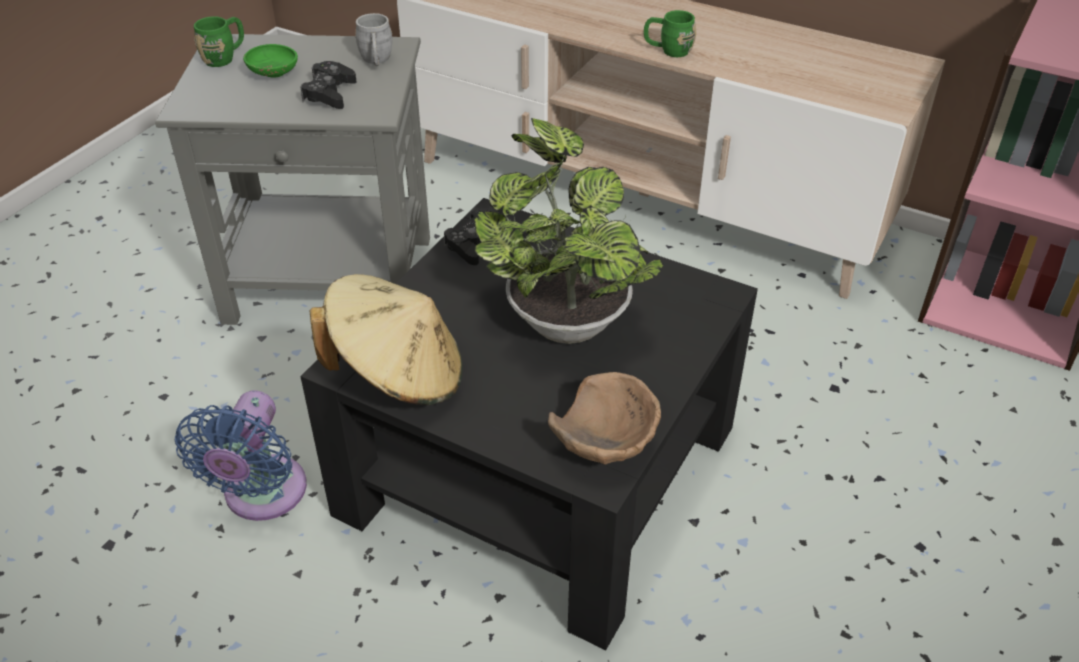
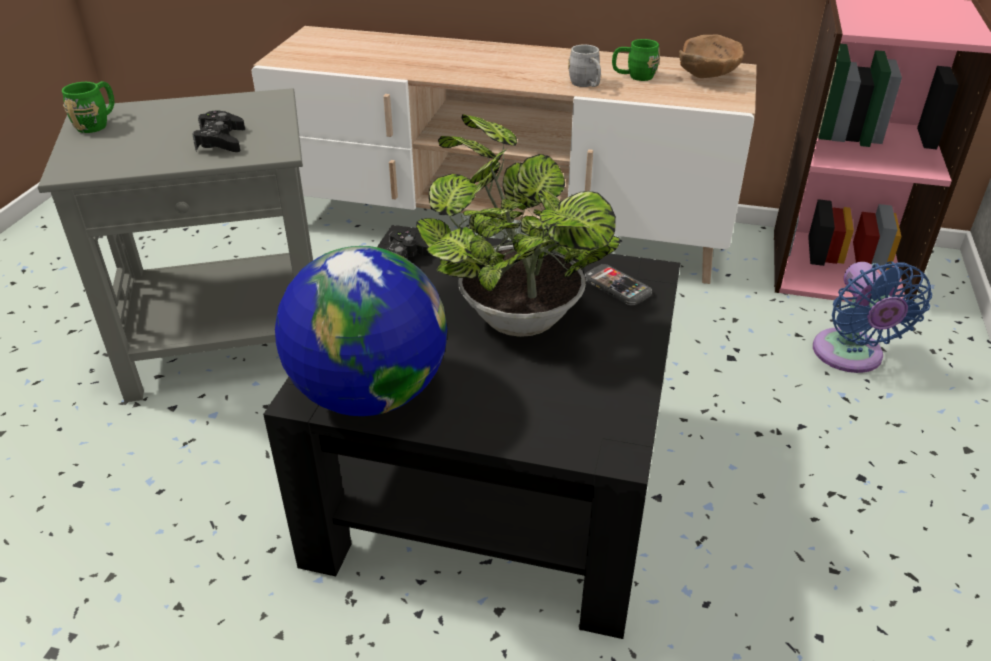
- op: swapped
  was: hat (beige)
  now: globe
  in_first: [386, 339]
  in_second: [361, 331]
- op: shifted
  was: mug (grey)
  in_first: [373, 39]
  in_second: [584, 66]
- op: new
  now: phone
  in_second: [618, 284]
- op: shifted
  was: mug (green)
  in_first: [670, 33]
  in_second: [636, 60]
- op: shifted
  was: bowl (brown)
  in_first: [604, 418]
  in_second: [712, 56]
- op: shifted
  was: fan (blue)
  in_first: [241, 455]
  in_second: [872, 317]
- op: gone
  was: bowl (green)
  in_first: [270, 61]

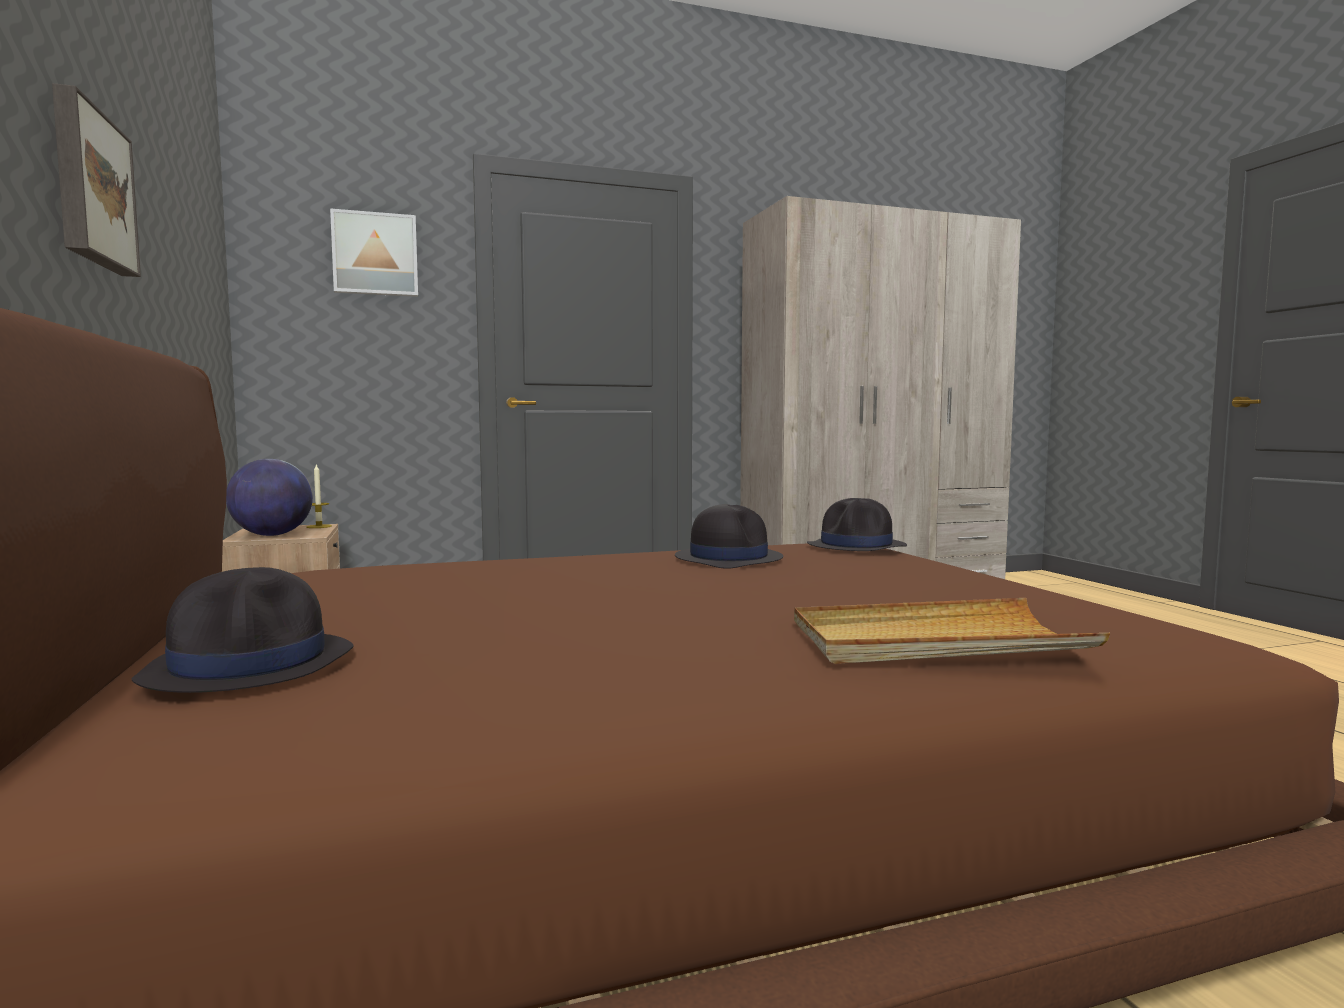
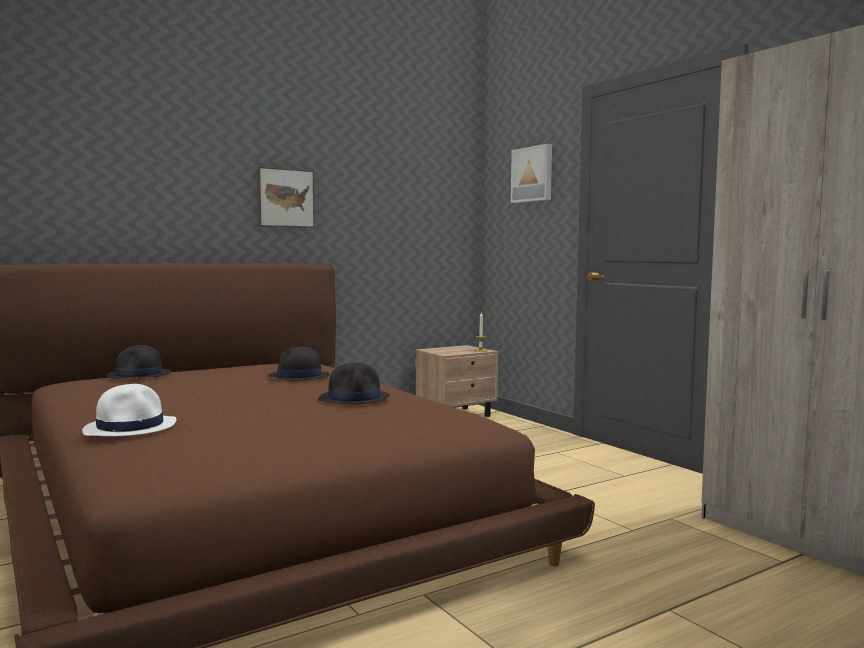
- op: swapped
  was: tray (beige)
  now: hat (white)
  in_first: [952, 631]
  in_second: [129, 410]
- op: shifted
  was: hat (black)
  in_first: [857, 524]
  in_second: [299, 363]
- op: gone
  was: globe
  in_first: [269, 497]

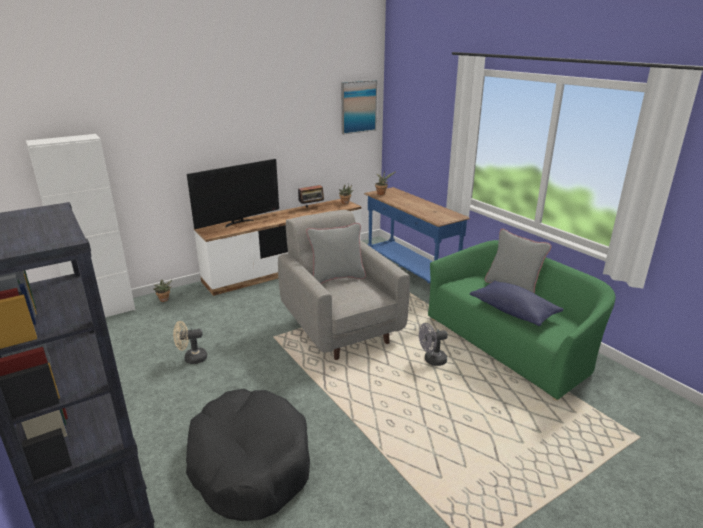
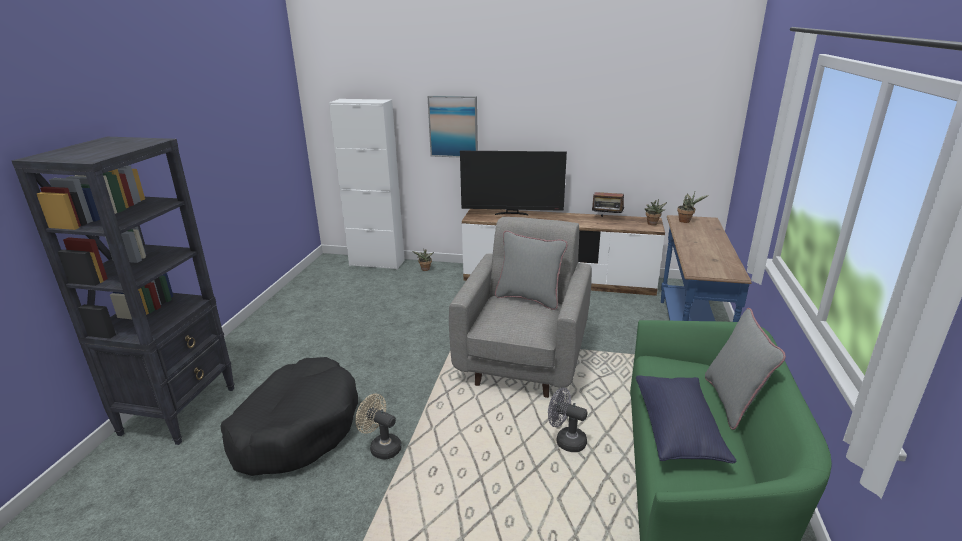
- op: shifted
  was: fan (beige)
  in_first: [190, 342]
  in_second: [378, 426]
- op: shifted
  was: picture
  in_first: [359, 107]
  in_second: [453, 127]

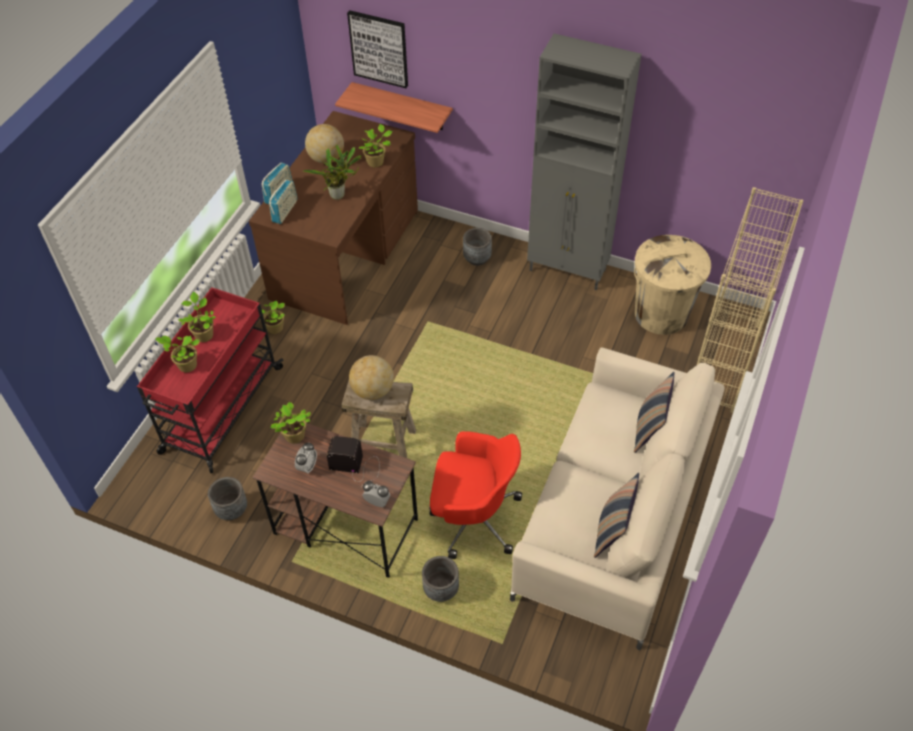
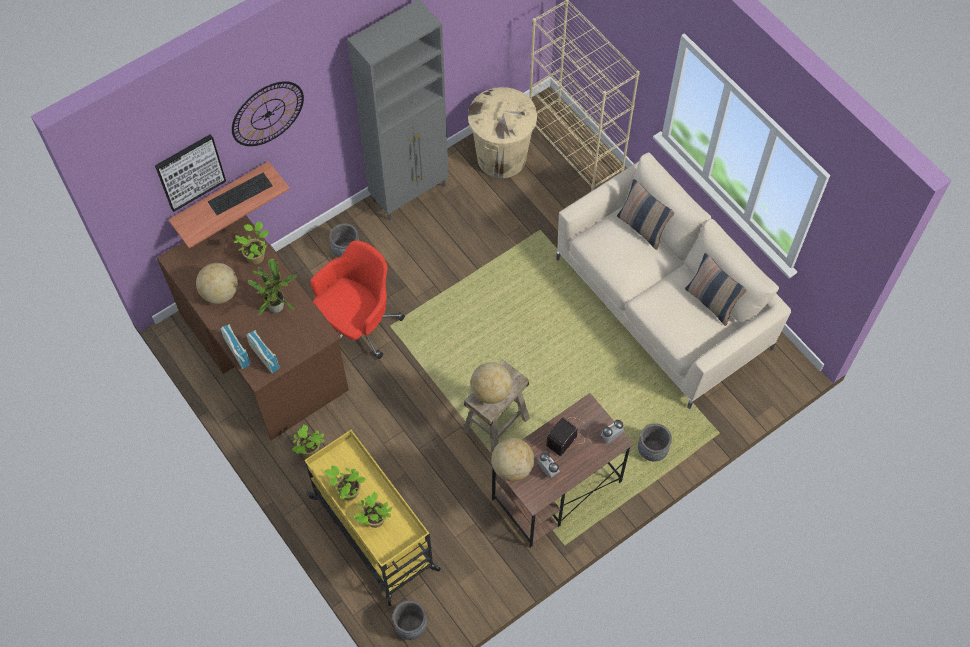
- op: new
  now: keyboard
  in_second: [240, 194]
- op: new
  now: wall clock
  in_second: [268, 113]
- op: repainted
  was: cart (red)
  now: cart (yellow)
  in_first: [210, 380]
  in_second: [372, 518]
- op: shifted
  was: office chair (red)
  in_first: [475, 495]
  in_second: [357, 300]
- op: shifted
  was: planter (grey)
  in_first: [227, 498]
  in_second: [410, 620]
- op: swapped
  was: potted plant
  now: globe
  in_first: [290, 422]
  in_second: [513, 459]

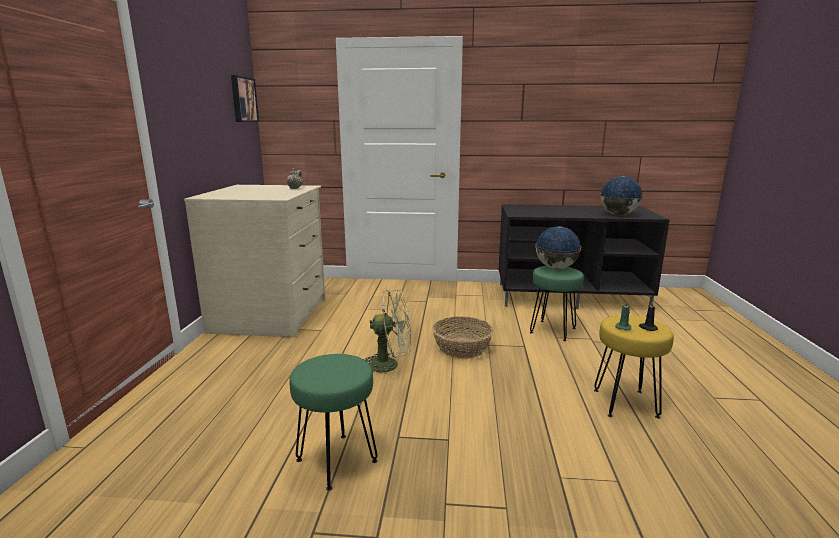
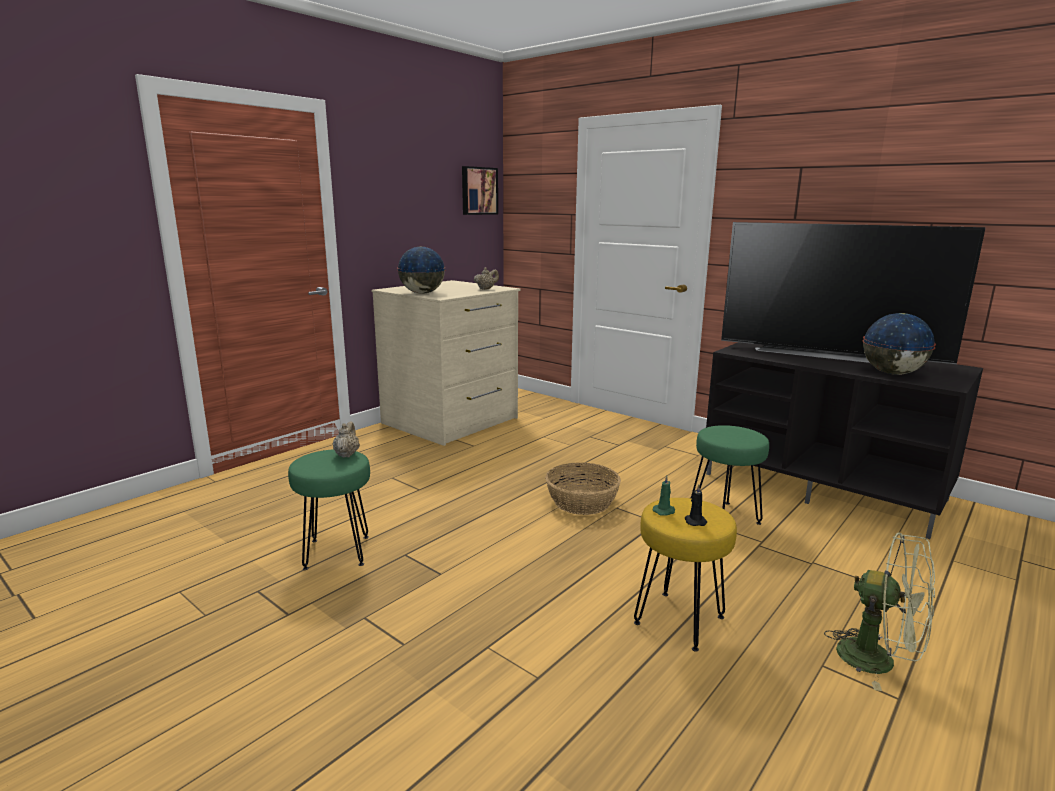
- op: new
  now: teapot (beige)
  in_second: [346, 439]
- op: shifted
  was: globe
  in_first: [558, 247]
  in_second: [421, 270]
- op: new
  now: television
  in_second: [853, 293]
- op: shifted
  was: fan (green)
  in_first: [388, 334]
  in_second: [879, 611]

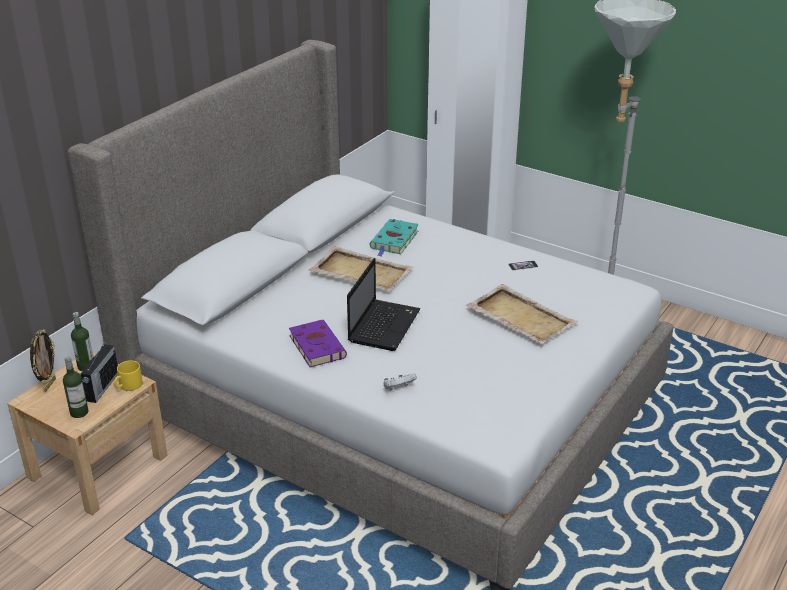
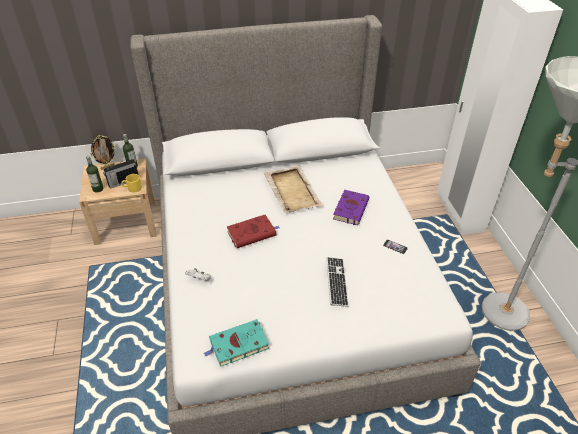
- op: shifted
  was: book (turquoise)
  in_first: [394, 238]
  in_second: [236, 343]
- op: swapped
  was: laptop
  now: book (red)
  in_first: [383, 304]
  in_second: [253, 231]
- op: swapped
  was: tray (beige)
  now: keyboard
  in_first: [522, 314]
  in_second: [337, 282]
- op: shifted
  was: book (purple)
  in_first: [318, 343]
  in_second: [351, 207]

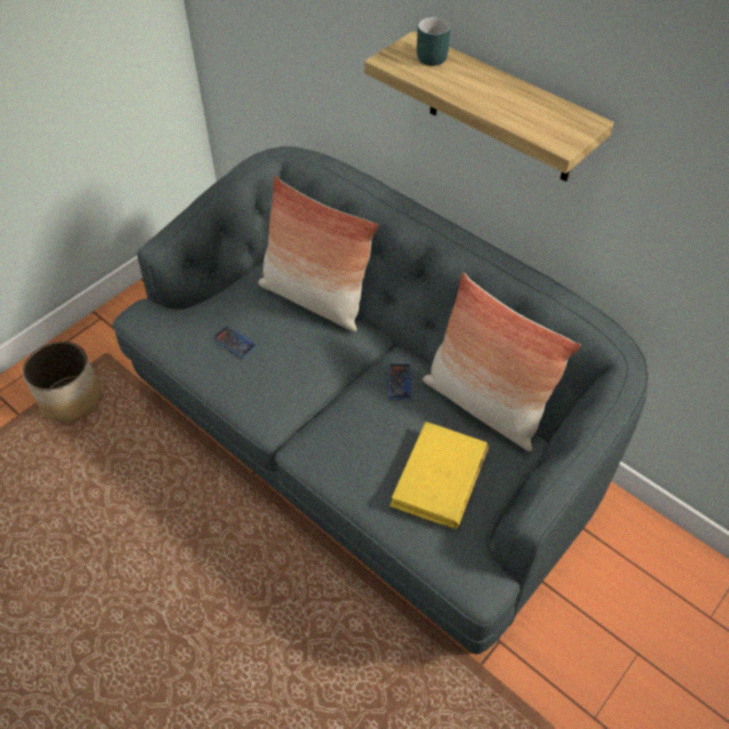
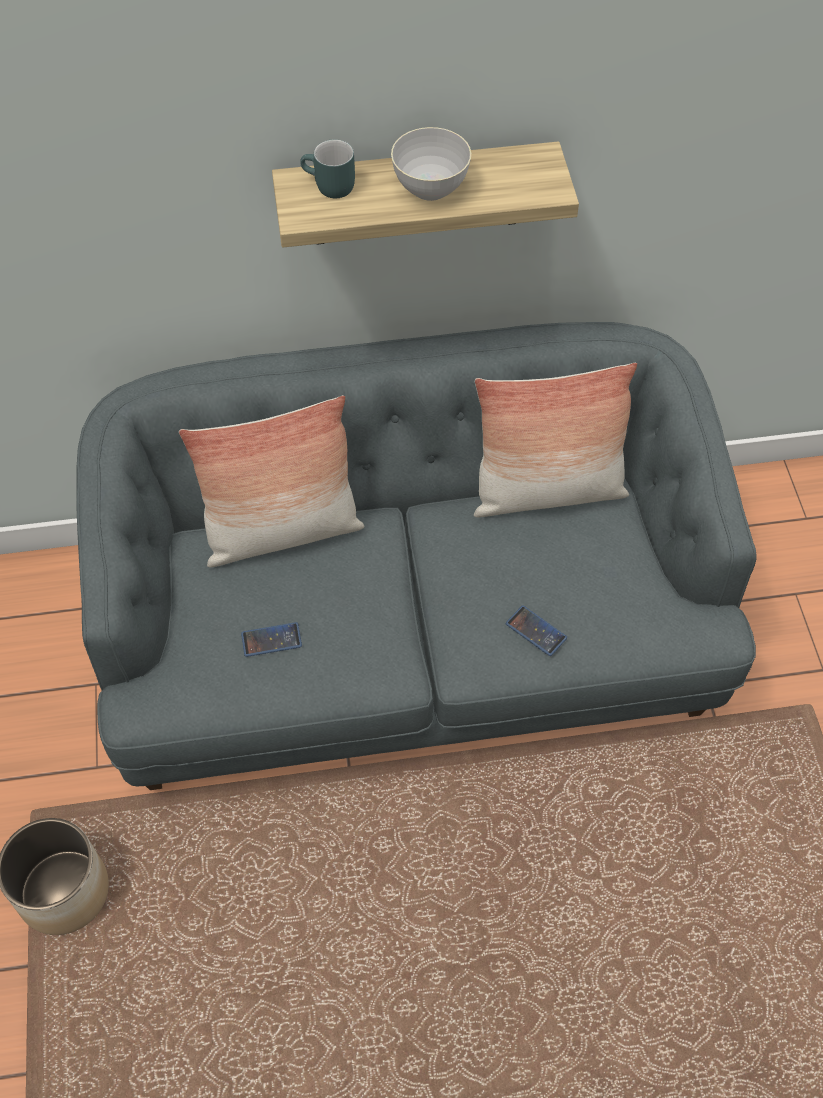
- op: new
  now: bowl (grey)
  in_second: [431, 164]
- op: shifted
  was: phone
  in_first: [400, 382]
  in_second: [536, 630]
- op: gone
  was: book (yellow)
  in_first: [439, 475]

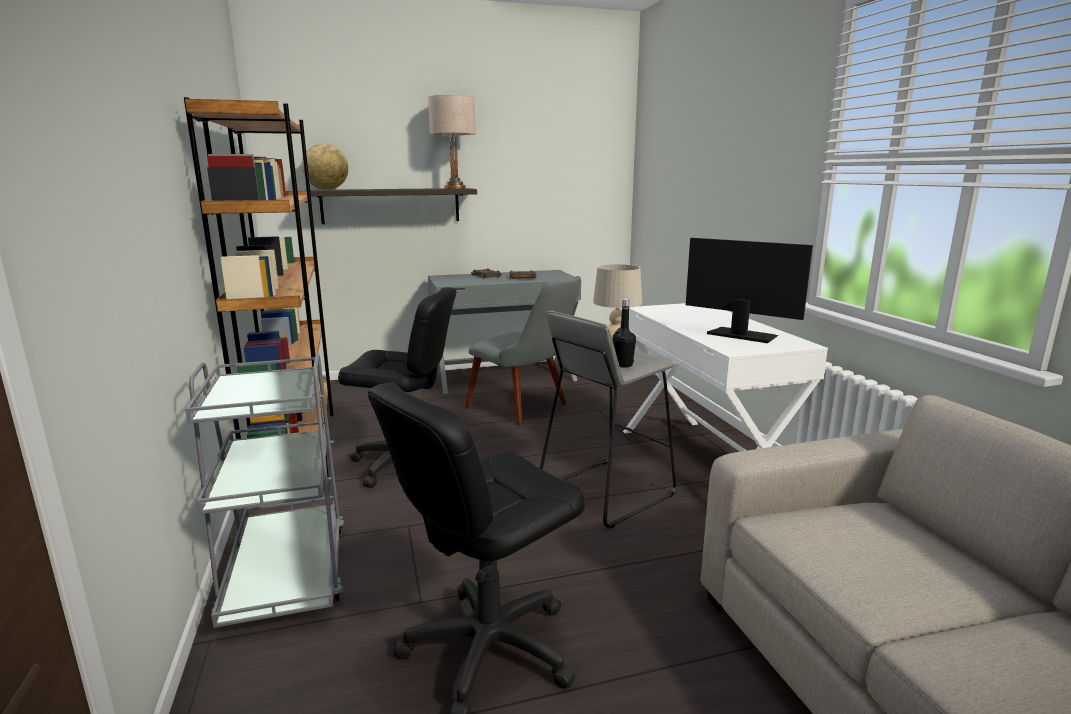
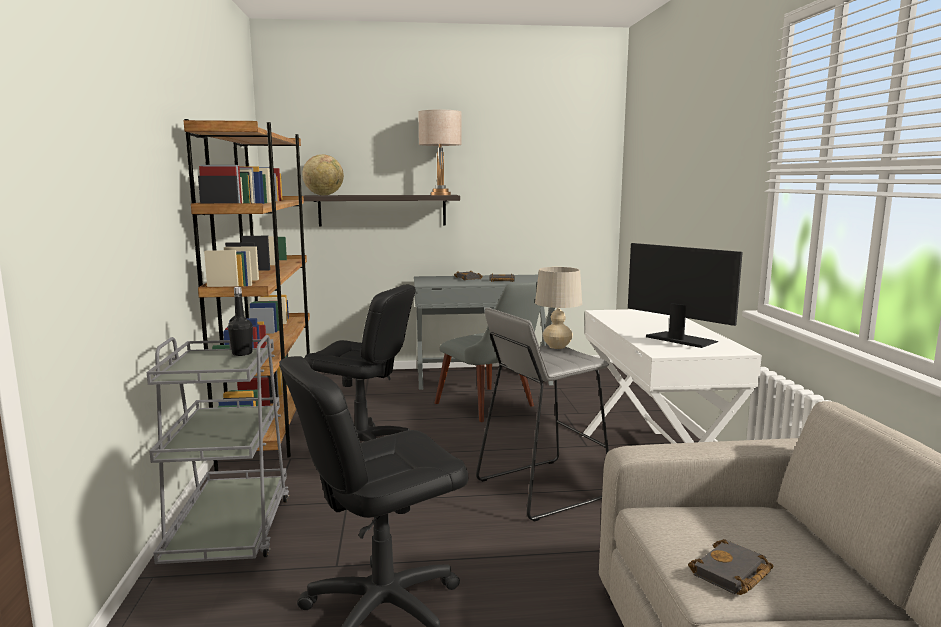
- op: shifted
  was: bottle (black)
  in_first: [624, 333]
  in_second: [240, 321]
- op: new
  now: book (black)
  in_second: [730, 567]

